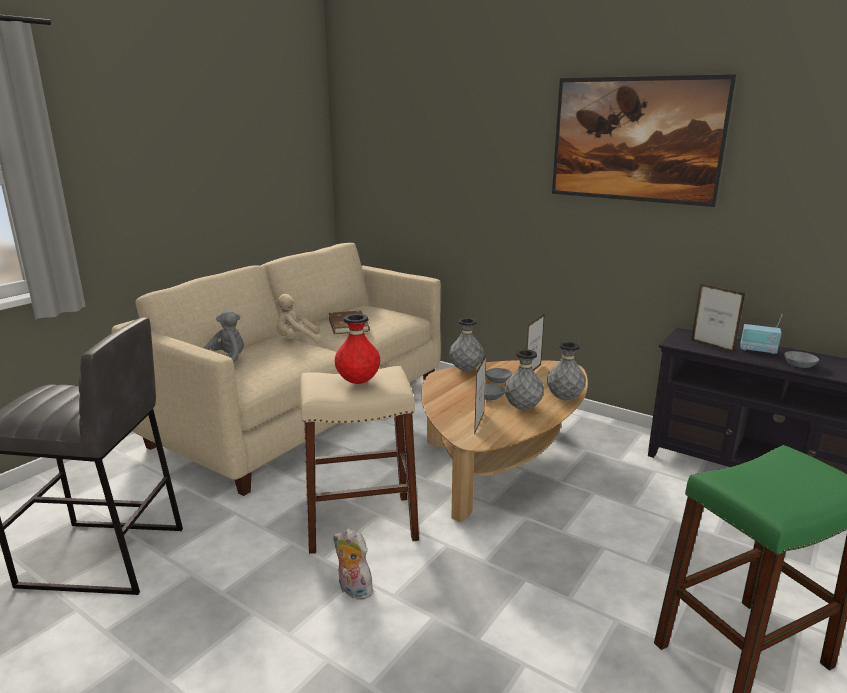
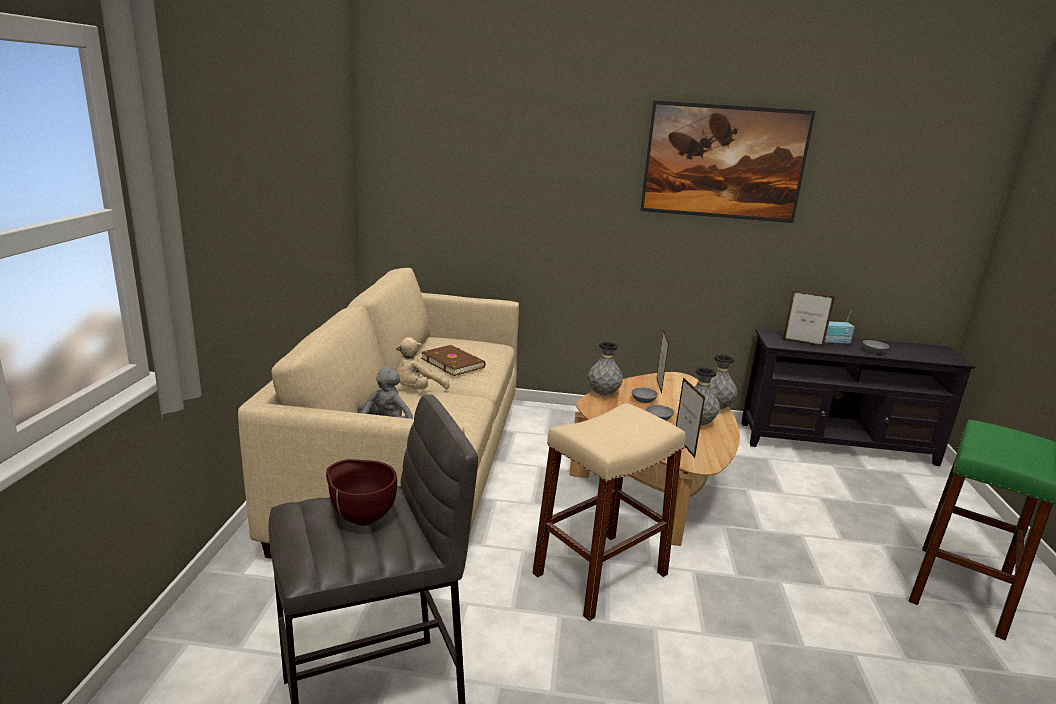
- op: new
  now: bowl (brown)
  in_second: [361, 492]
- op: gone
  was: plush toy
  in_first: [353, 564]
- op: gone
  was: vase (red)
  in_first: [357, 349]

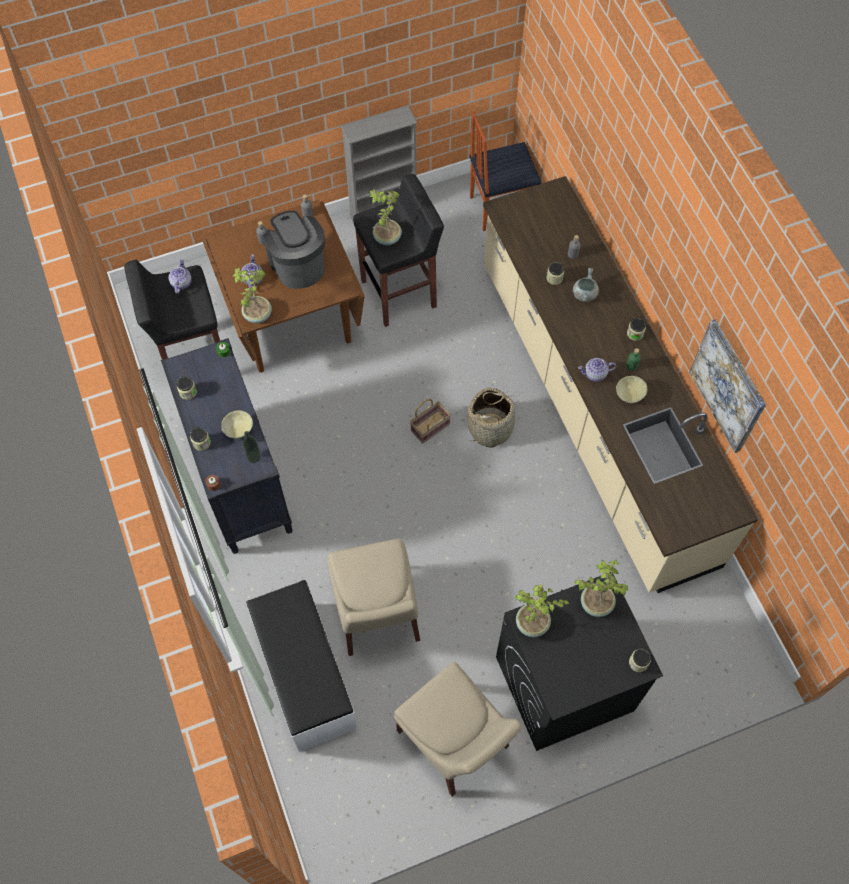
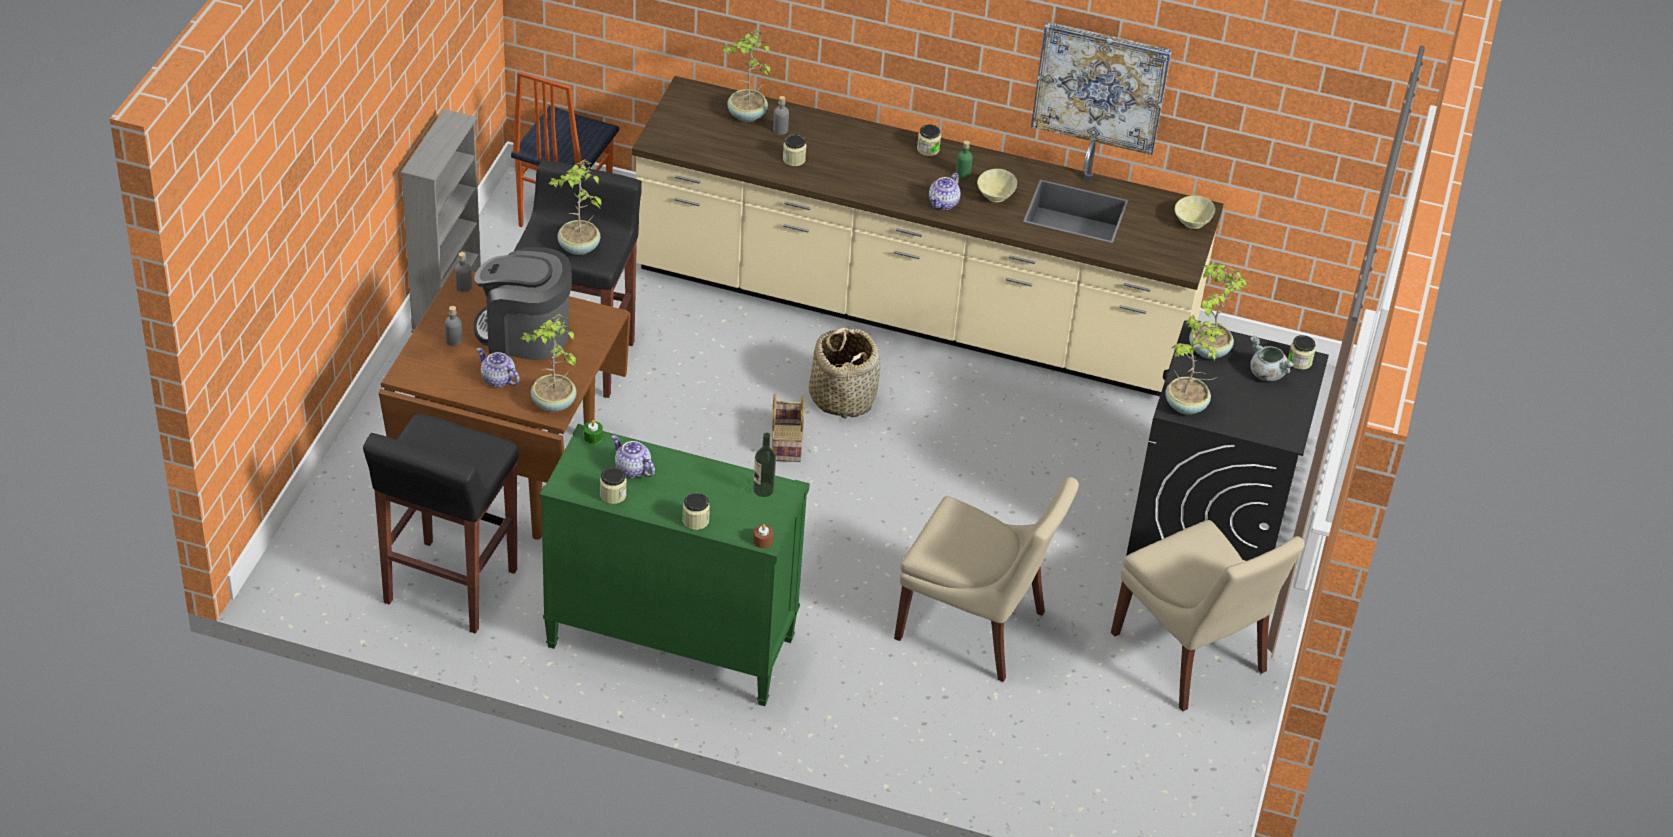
- op: repainted
  was: dresser (black)
  now: dresser (green)
  in_first: [227, 446]
  in_second: [675, 565]
- op: shifted
  was: teapot
  in_first: [180, 276]
  in_second: [633, 456]
- op: new
  now: potted plant
  in_second: [745, 75]
- op: rotated
  was: chair (beige)
  in_first: [458, 729]
  in_second: [1207, 615]
  clockwise: 60
- op: shifted
  was: bowl (beige)
  in_first: [237, 425]
  in_second: [1195, 212]
- op: shifted
  was: cooking pot (grey)
  in_first: [586, 285]
  in_second: [1272, 358]
- op: gone
  was: bench (white)
  in_first: [301, 666]

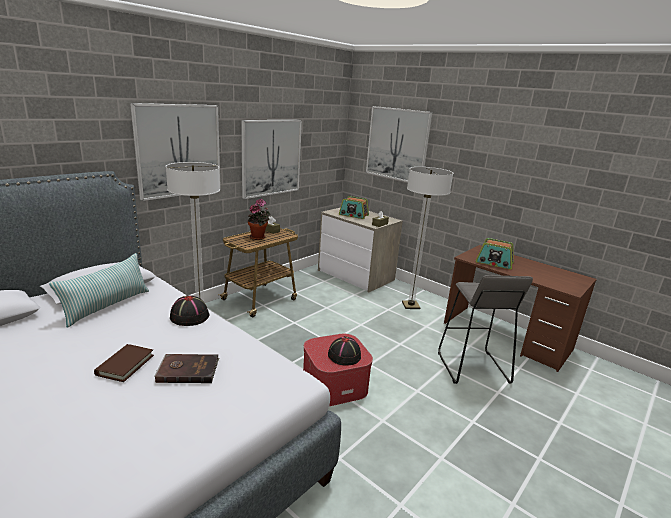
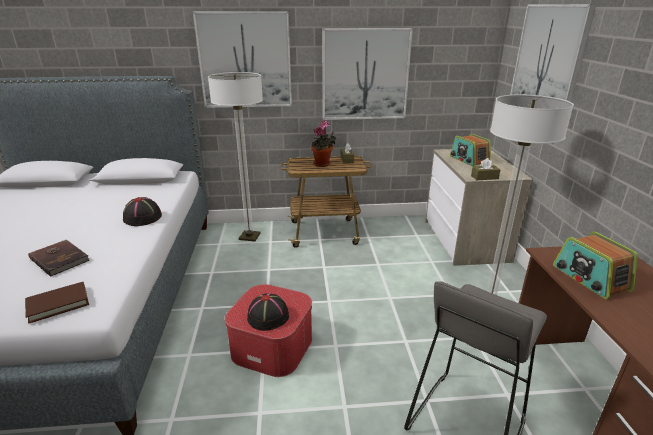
- op: shifted
  was: book (brown)
  in_first: [124, 363]
  in_second: [57, 303]
- op: gone
  was: pillow
  in_first: [99, 290]

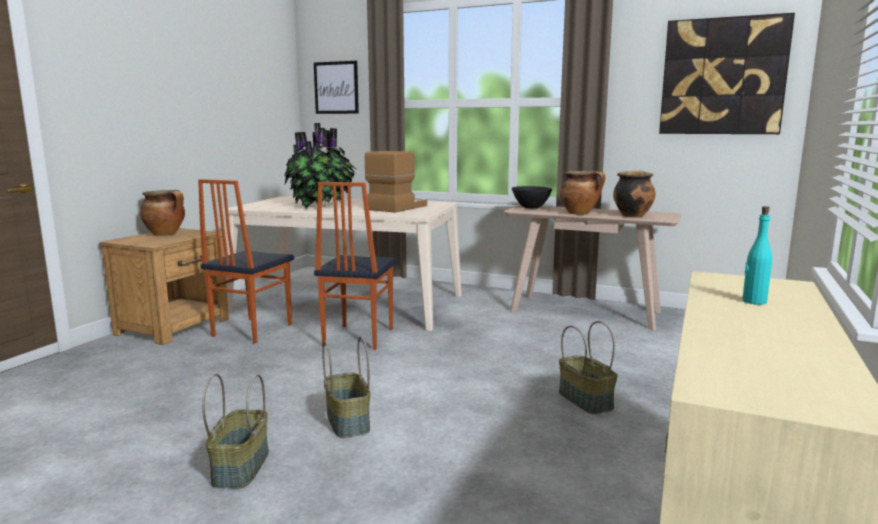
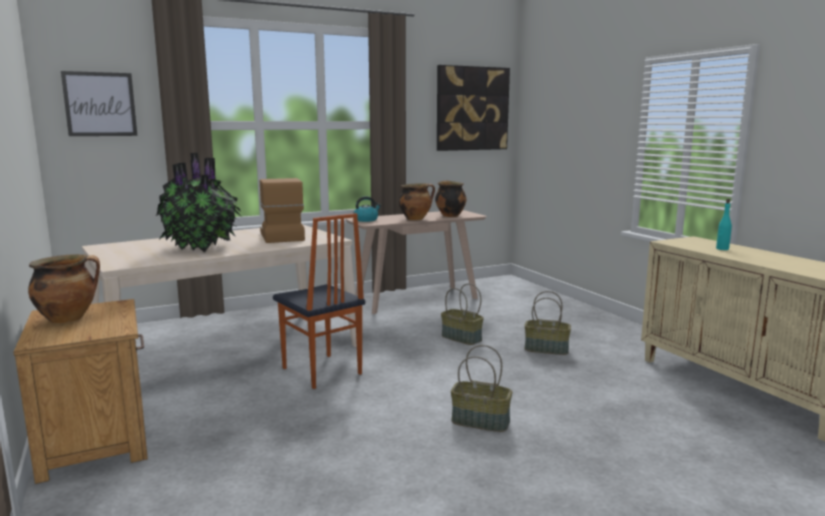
- op: swapped
  was: bowl (black)
  now: kettle
  in_first: [532, 197]
  in_second: [367, 209]
- op: shifted
  was: basket
  in_first: [235, 431]
  in_second: [462, 314]
- op: gone
  was: chair
  in_first: [246, 261]

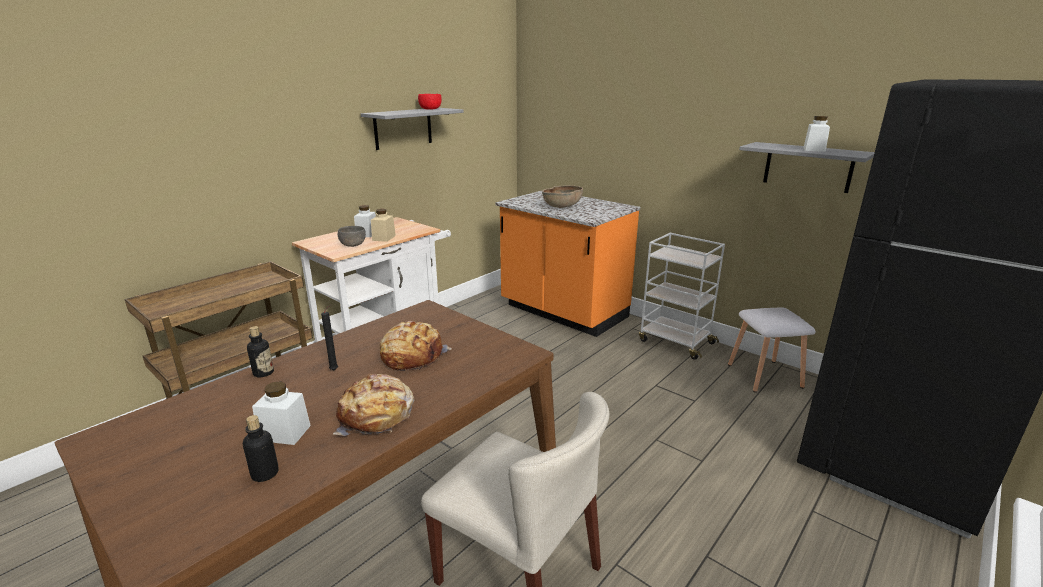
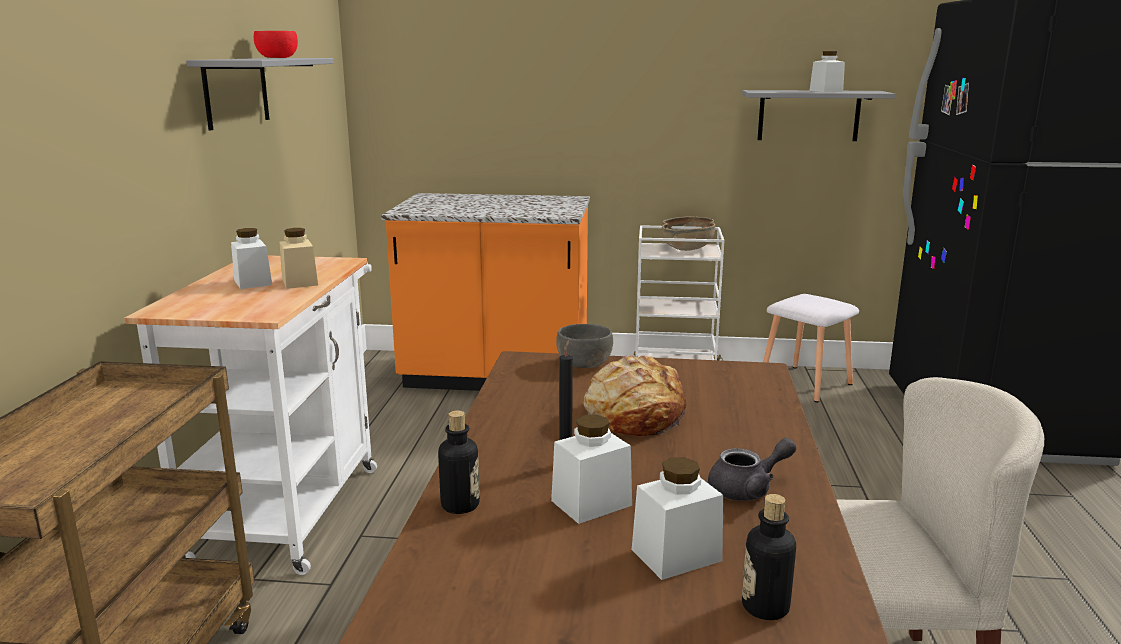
- op: new
  now: jar (white)
  in_second: [591, 469]
- op: shifted
  was: bowl (grey)
  in_first: [352, 236]
  in_second: [584, 346]
- op: shifted
  was: bowl (brown)
  in_first: [562, 196]
  in_second: [688, 233]
- op: swapped
  was: bread
  now: teapot (grey)
  in_first: [373, 405]
  in_second: [752, 469]

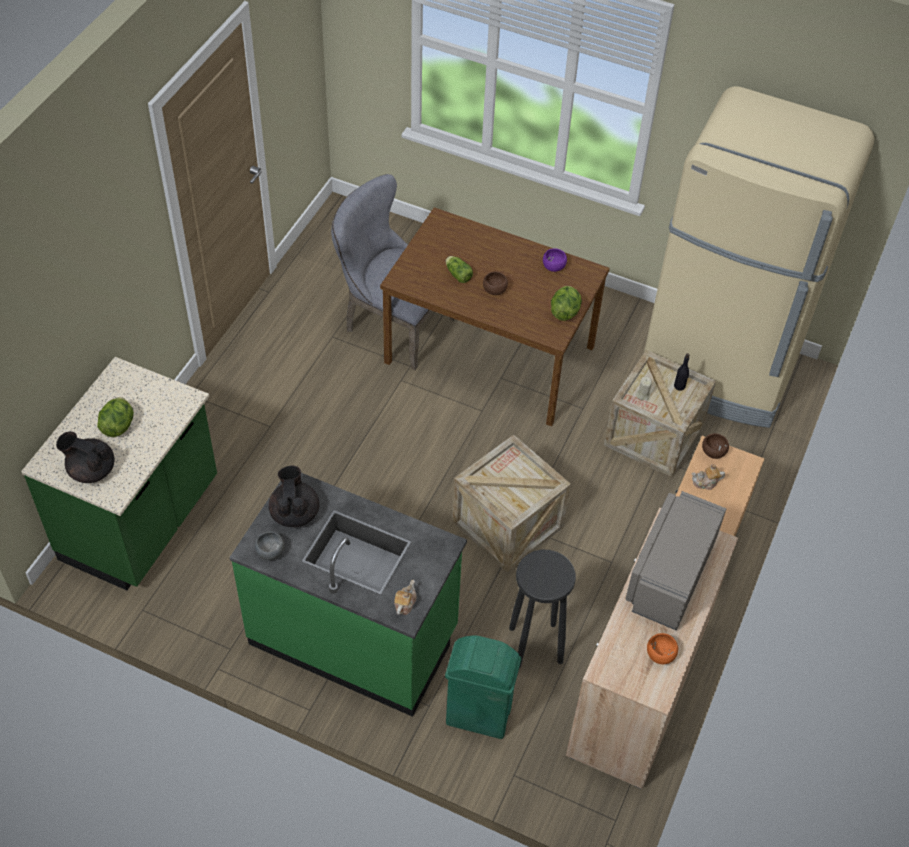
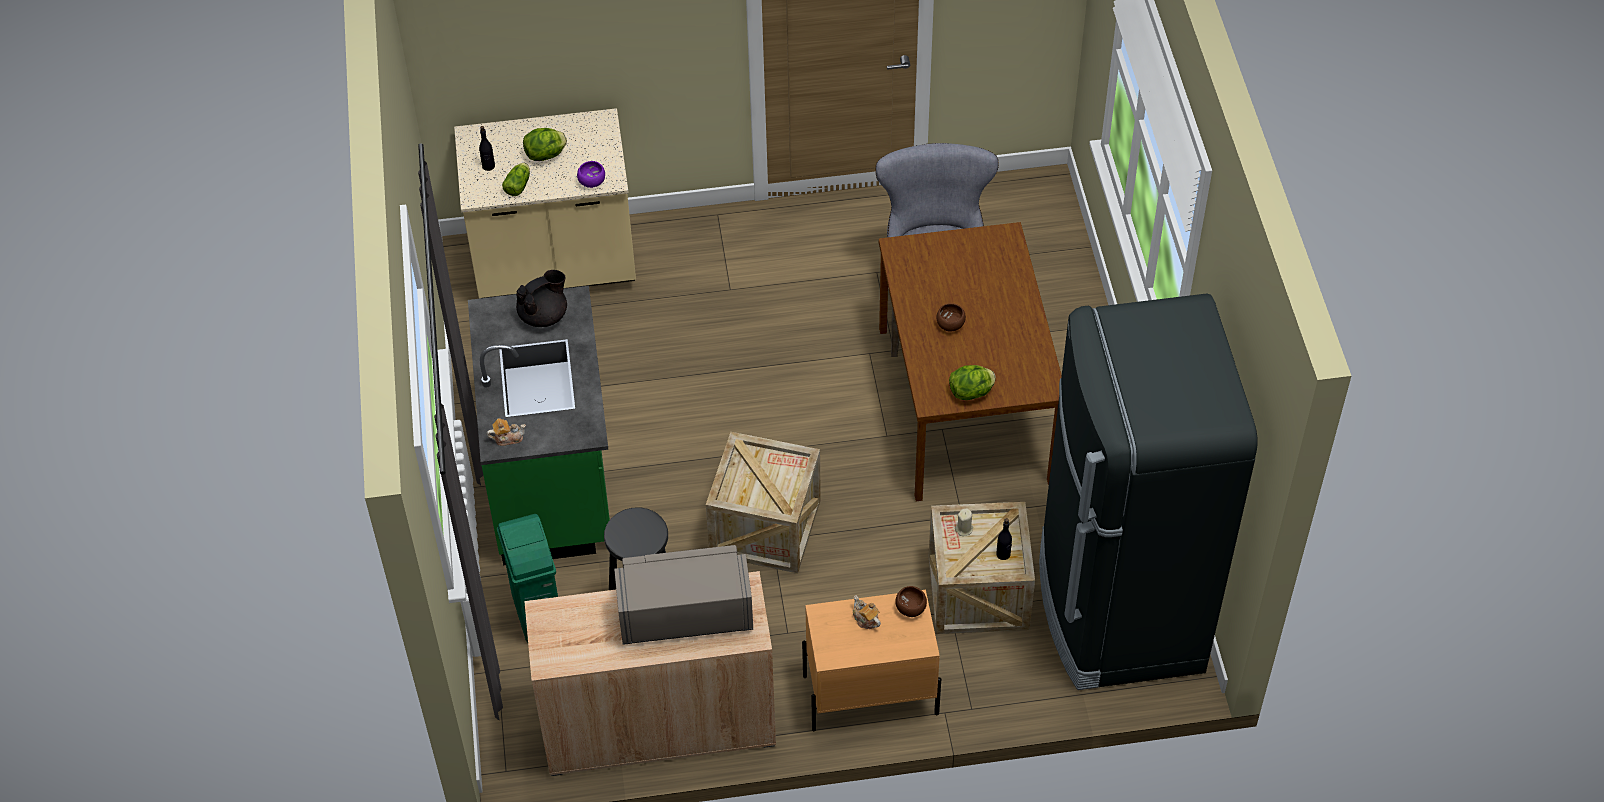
- op: repainted
  was: counter (green)
  now: counter (beige)
  in_first: [119, 473]
  in_second: [545, 203]
- op: swapped
  was: teapot (black)
  now: bottle (black)
  in_first: [85, 457]
  in_second: [487, 148]
- op: shifted
  was: lettuce
  in_first: [459, 269]
  in_second: [516, 179]
- op: shifted
  was: bowl (purple)
  in_first: [555, 260]
  in_second: [591, 174]
- op: repainted
  was: fridge (beige)
  now: fridge (black)
  in_first: [759, 257]
  in_second: [1148, 491]
- op: gone
  was: bowl (grey)
  in_first: [270, 545]
- op: gone
  was: bowl (orange)
  in_first: [662, 648]

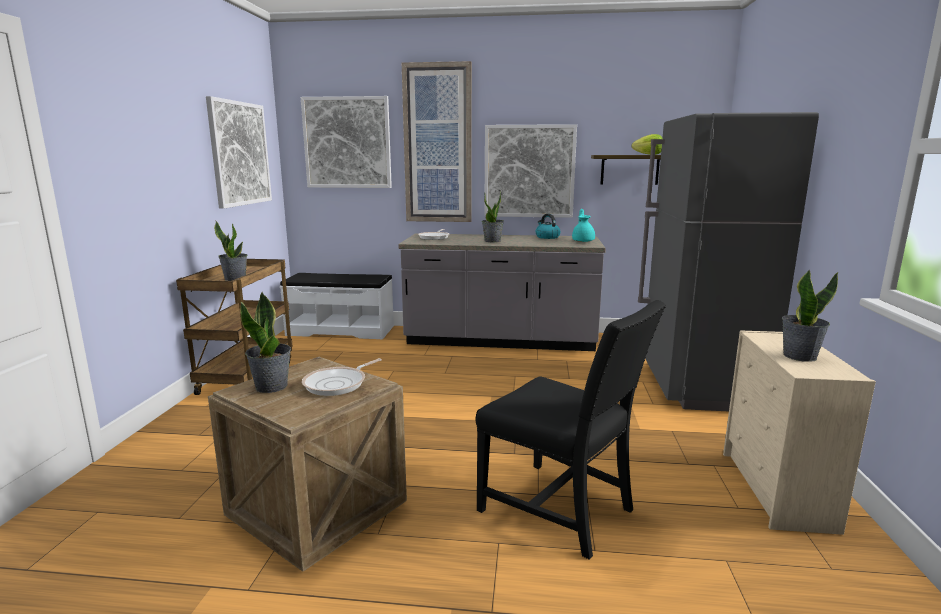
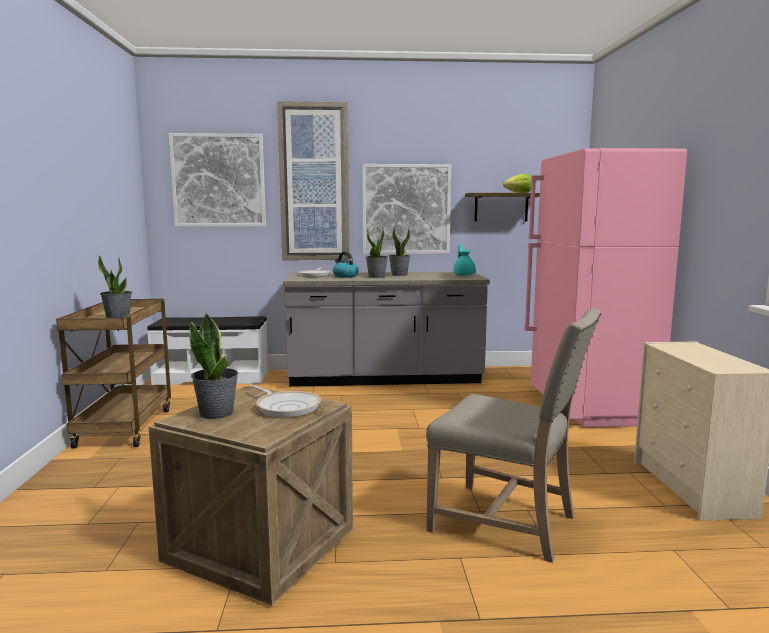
- op: rotated
  was: frying pan
  in_first: [342, 377]
  in_second: [285, 401]
  clockwise: -75
- op: shifted
  was: kettle
  in_first: [548, 226]
  in_second: [345, 265]
- op: shifted
  was: potted plant
  in_first: [810, 316]
  in_second: [399, 251]
- op: repainted
  was: chair (black)
  now: chair (beige)
  in_first: [570, 430]
  in_second: [513, 435]
- op: repainted
  was: fridge (grey)
  now: fridge (pink)
  in_first: [728, 261]
  in_second: [605, 288]
- op: gone
  was: picture
  in_first: [239, 152]

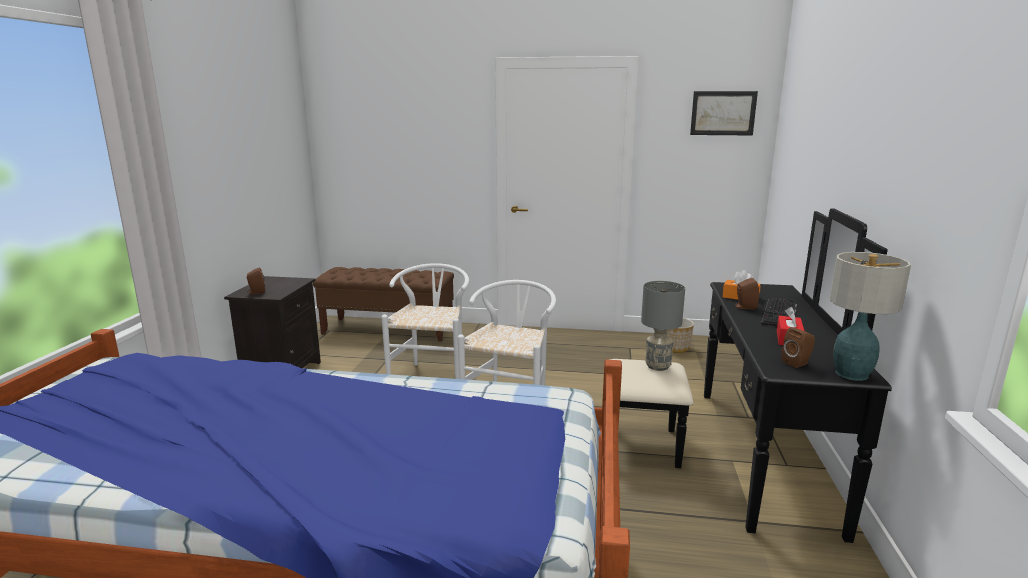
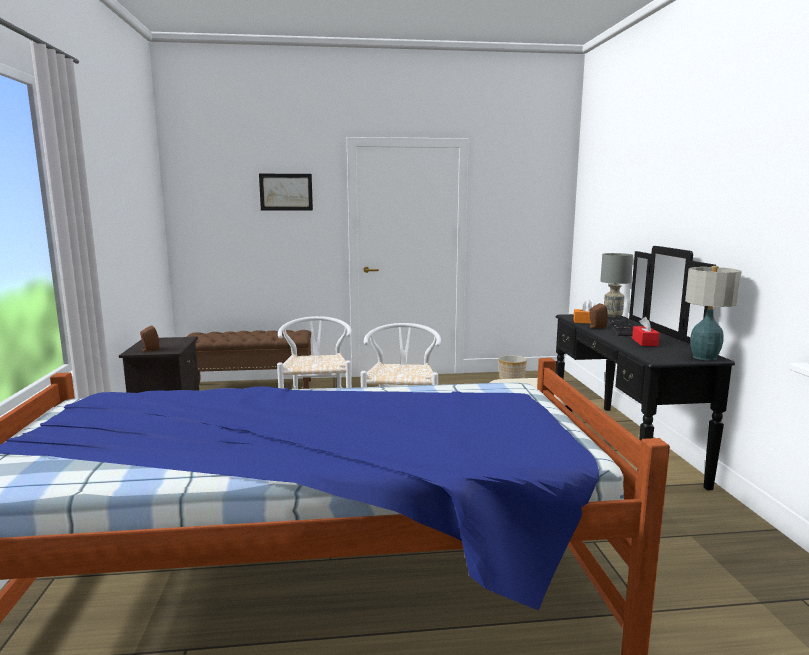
- op: shifted
  was: picture
  in_first: [724, 113]
  in_second: [286, 192]
- op: shifted
  was: table lamp (grey)
  in_first: [663, 326]
  in_second: [616, 285]
- op: gone
  was: speaker (brown)
  in_first: [798, 347]

